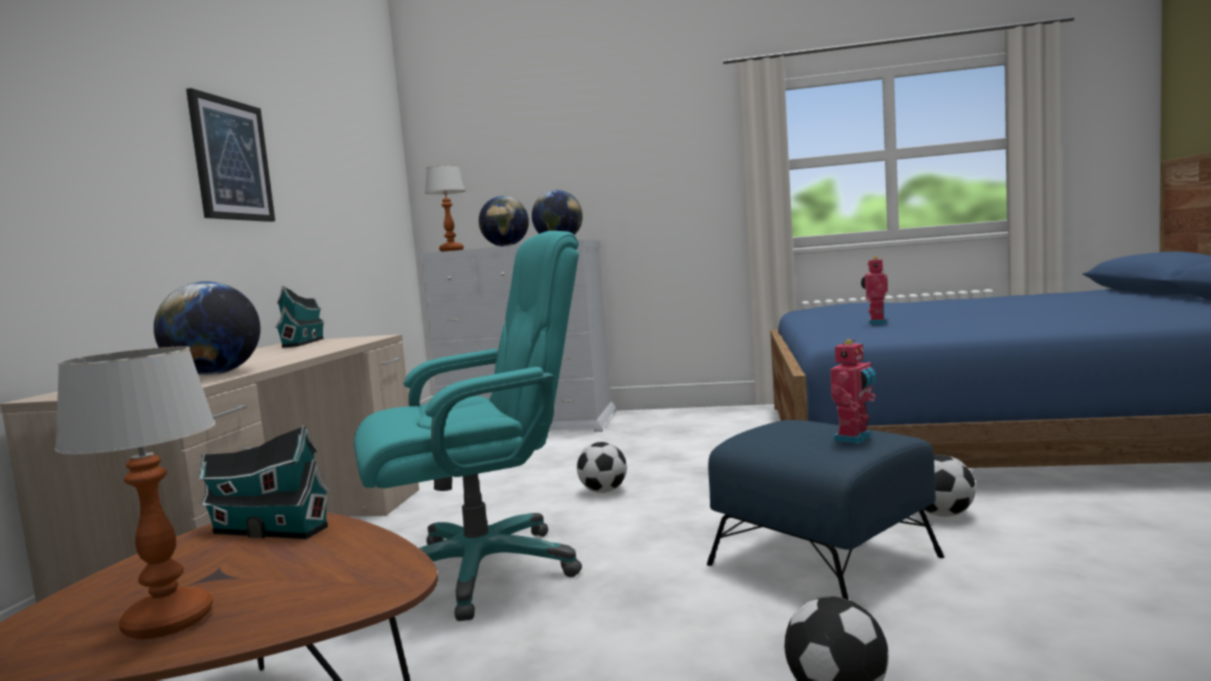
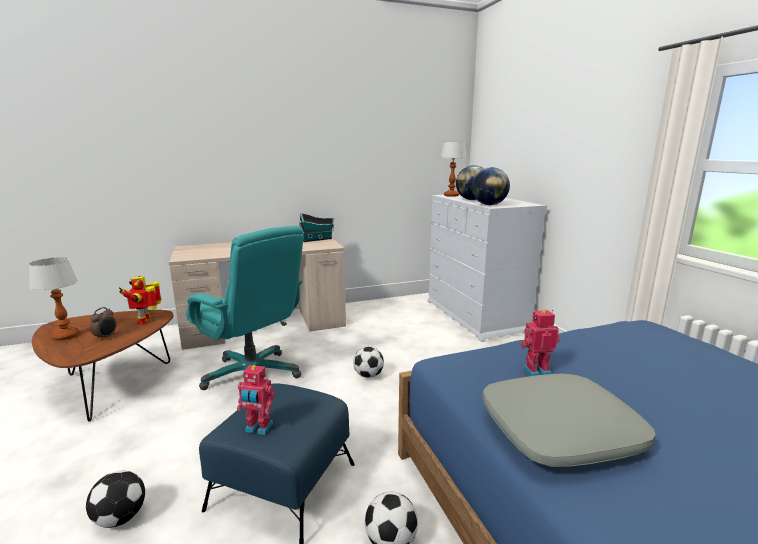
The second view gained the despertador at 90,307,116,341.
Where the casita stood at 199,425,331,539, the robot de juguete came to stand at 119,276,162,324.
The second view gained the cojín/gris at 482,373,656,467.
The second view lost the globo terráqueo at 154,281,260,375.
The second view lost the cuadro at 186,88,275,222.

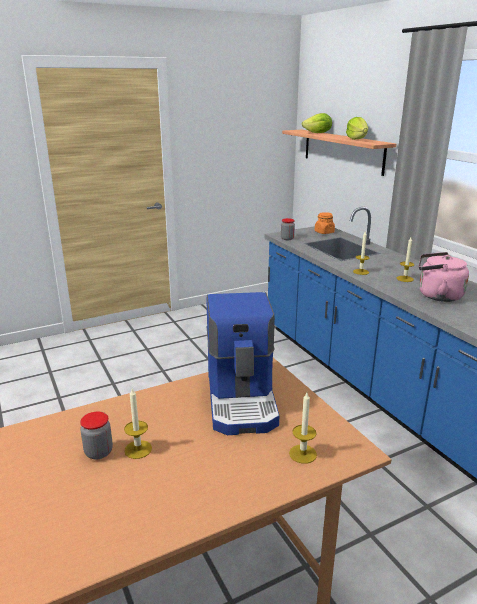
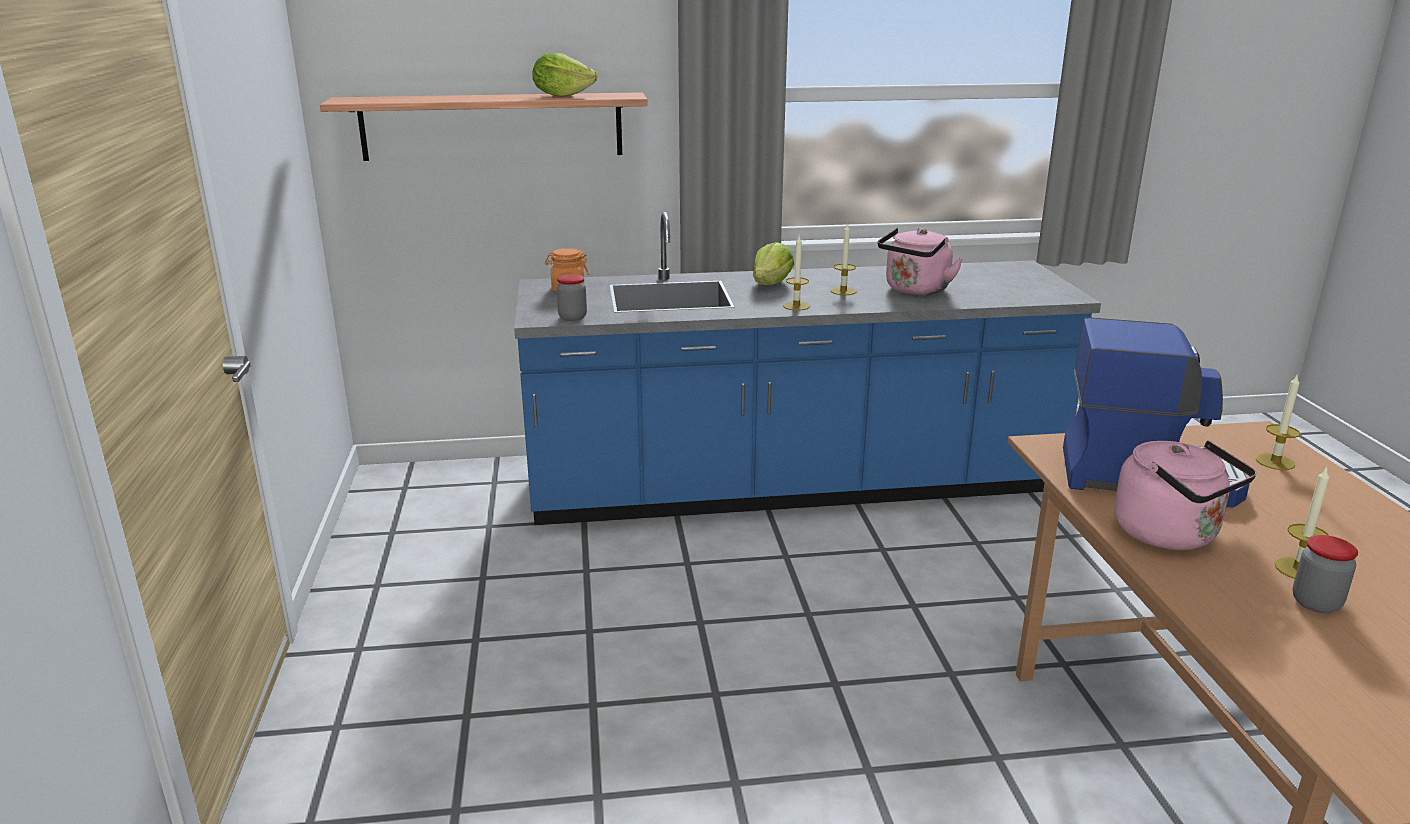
The lechuga ended up elsewhere, having gone from 302,113,332,133 to 753,242,794,285.
The second view gained the hervidor/rosa at 1114,440,1256,550.

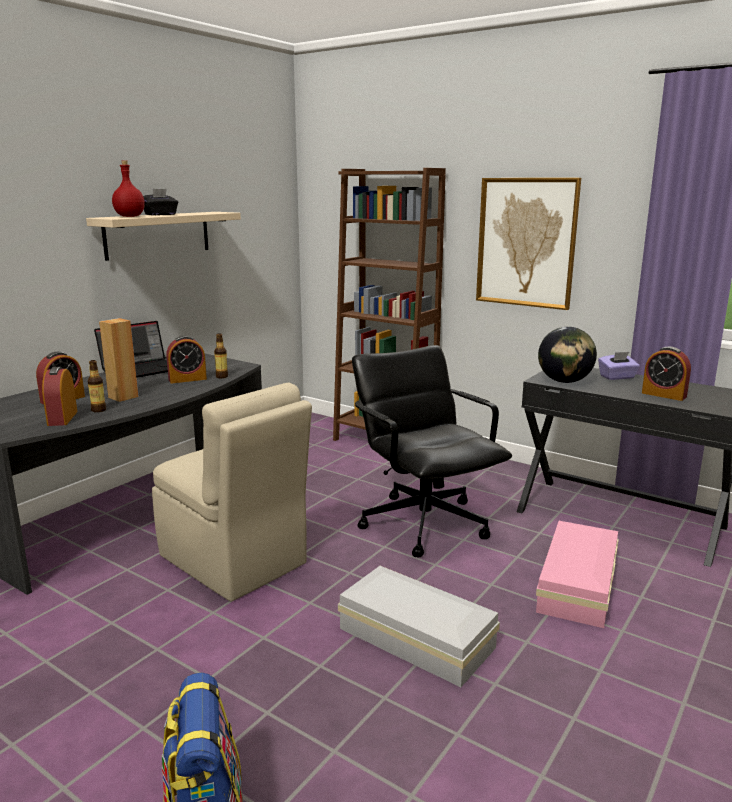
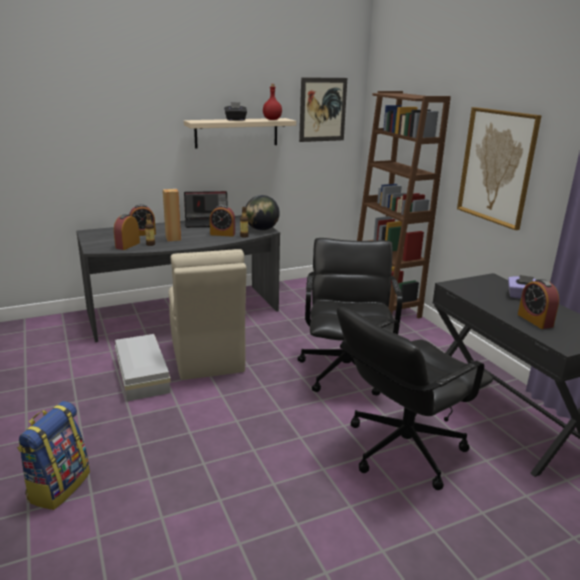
The caja de almacenaje/blanco ended up elsewhere, having gone from 338,566,500,687 to 115,334,171,401.
The globo terráqueo ended up elsewhere, having gone from 538,327,597,383 to 246,195,280,230.
The botella/rojo ended up elsewhere, having gone from 112,160,145,217 to 263,84,282,120.
The second view gained the cuadro at 299,77,347,142.
Where the caja de almacenaje/rosa stood at 536,521,619,628, the silla de oficina/negro came to stand at 337,307,493,490.

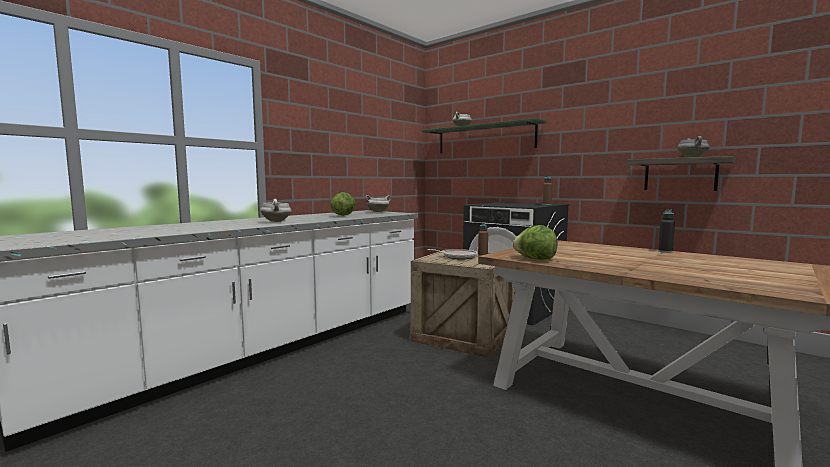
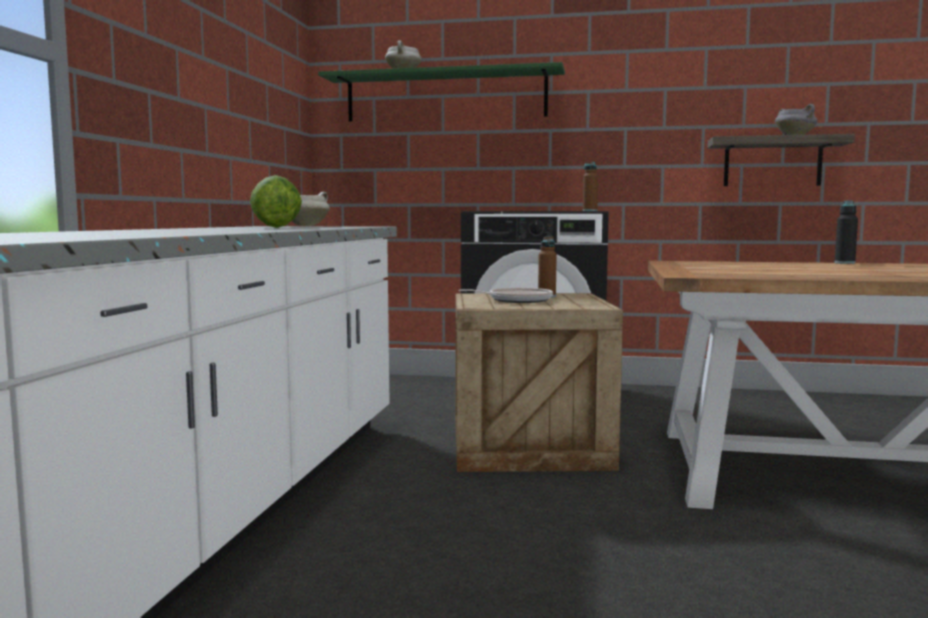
The second view lost the olla/blanco at 260,199,292,222.
The second view lost the lechuga at 513,225,557,260.

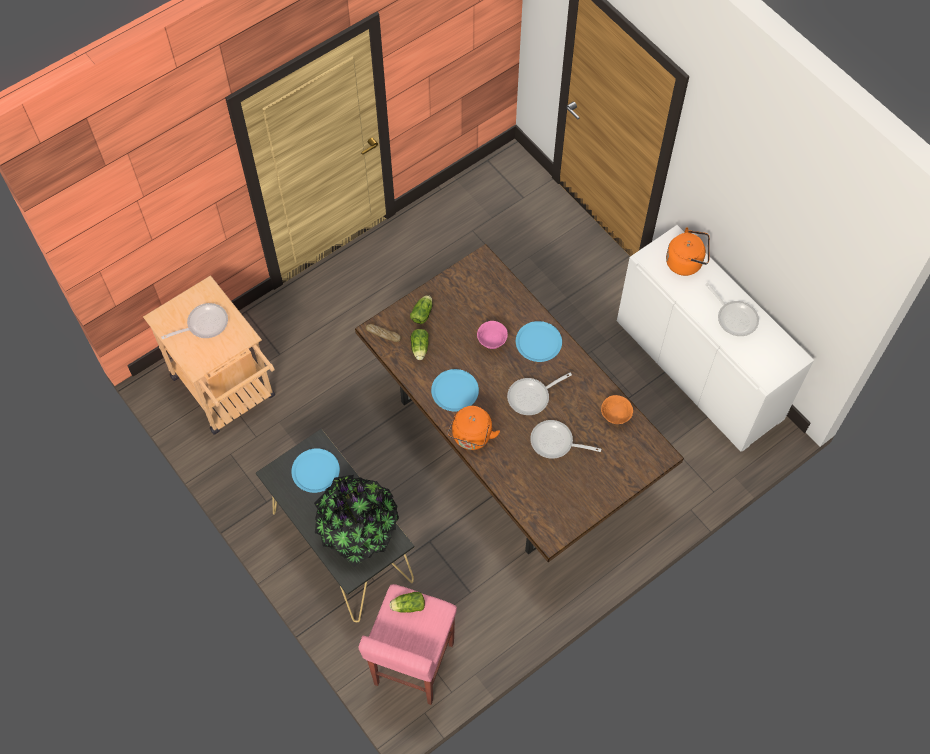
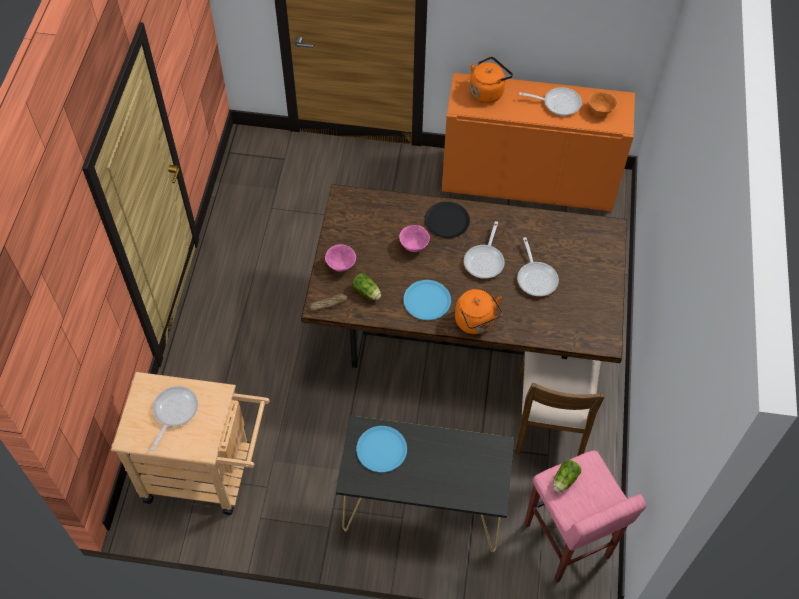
Where the lechuga stood at 410,295,433,324, the cuenco/rosa came to stand at 325,244,356,272.
What was the plato/azul at 516,321,562,362 turned into the plato/negro at 424,202,470,238.
What was the armario/blanco at 617,225,814,452 turned into the armario/naranja at 442,73,635,211.
The second view gained the silla/marrón at 515,351,605,456.
The sartén at 530,420,601,459 ended up facing another way, 75 degrees counterclockwise from before.
The cuenco/naranja ended up elsewhere, having gone from 601,395,633,424 to 588,91,617,116.
The second view lost the planta en maceta at 314,475,399,567.

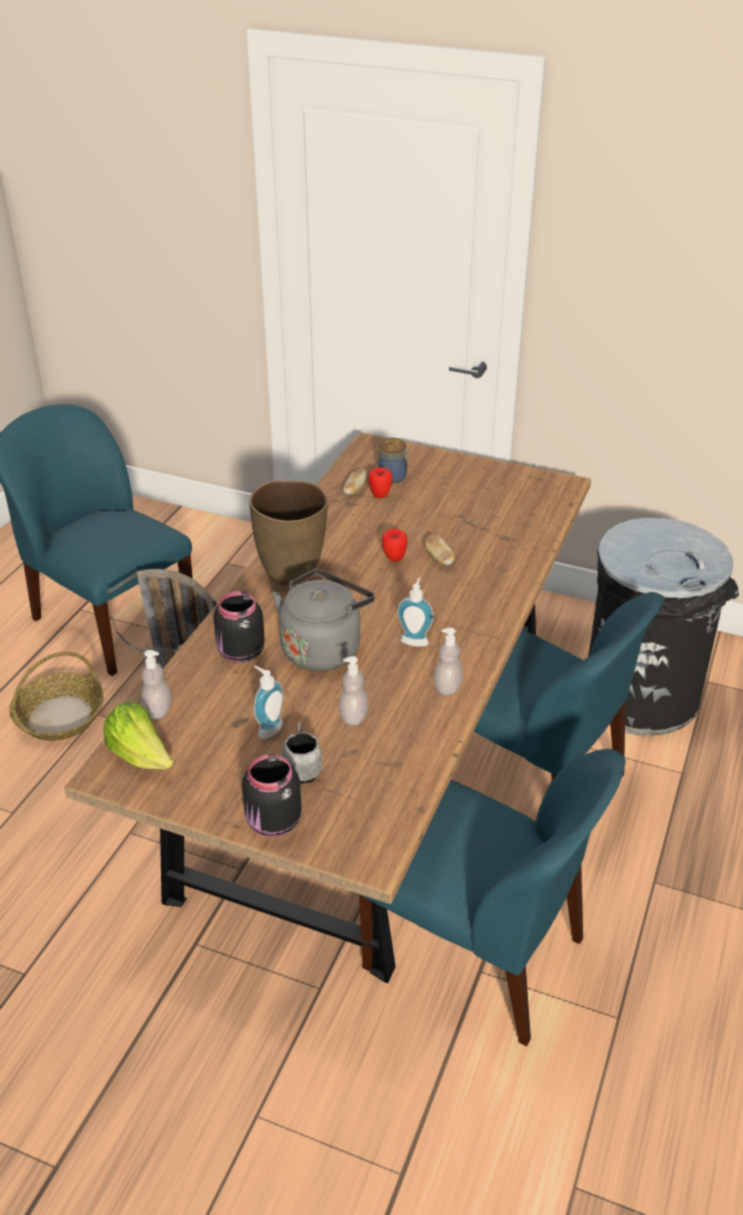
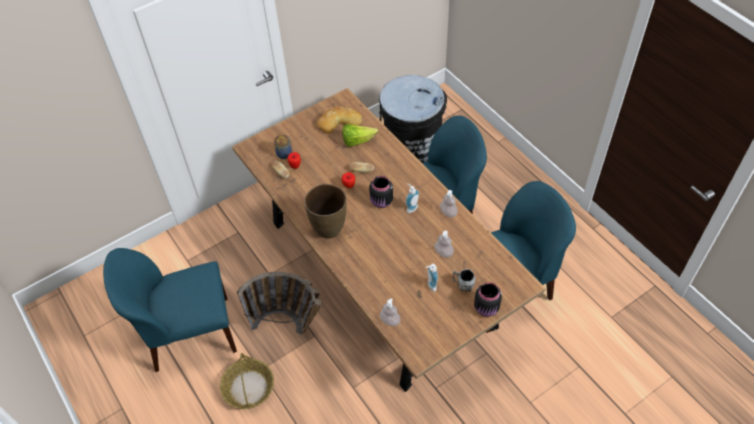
The second view gained the pan at 317,106,363,134.
The lechuga ended up elsewhere, having gone from 103,702,173,769 to 342,124,378,147.
The tarro/negro ended up elsewhere, having gone from 213,591,265,663 to 369,176,393,208.
The second view lost the hervidor/gris at 273,569,375,671.

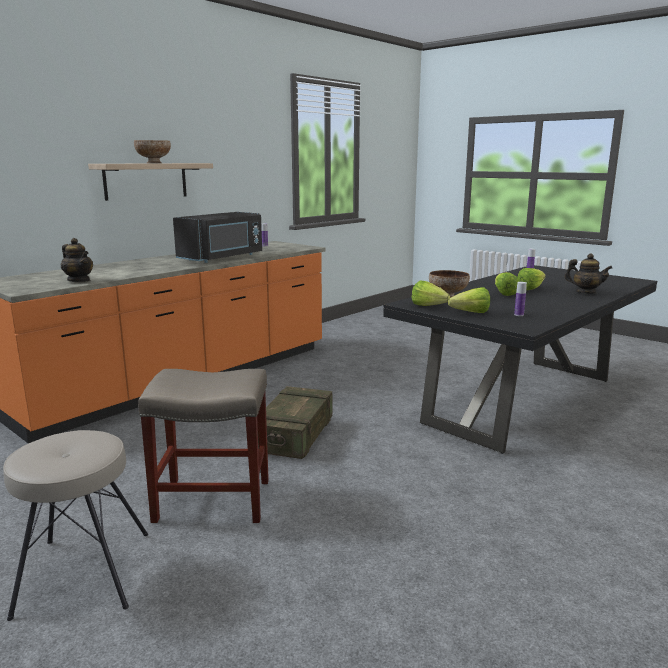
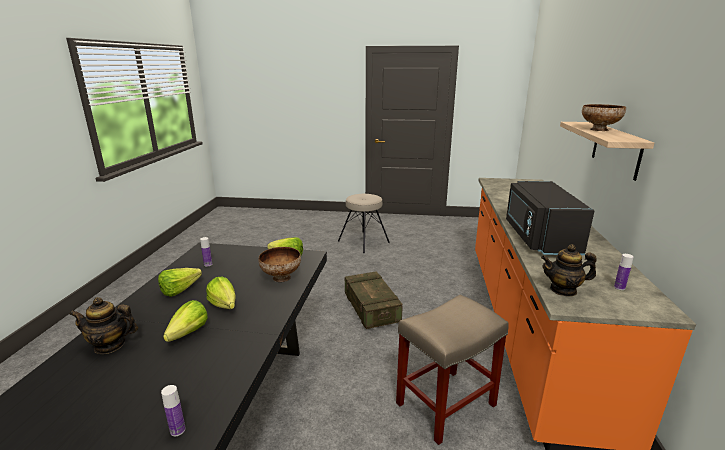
The lechuga ended up elsewhere, having gone from 448,287,490,313 to 158,268,202,297.
The taburete/beis ended up elsewhere, having gone from 138,369,269,523 to 396,295,509,445.
The tetera ended up elsewhere, having gone from 61,238,93,282 to 541,244,597,296.

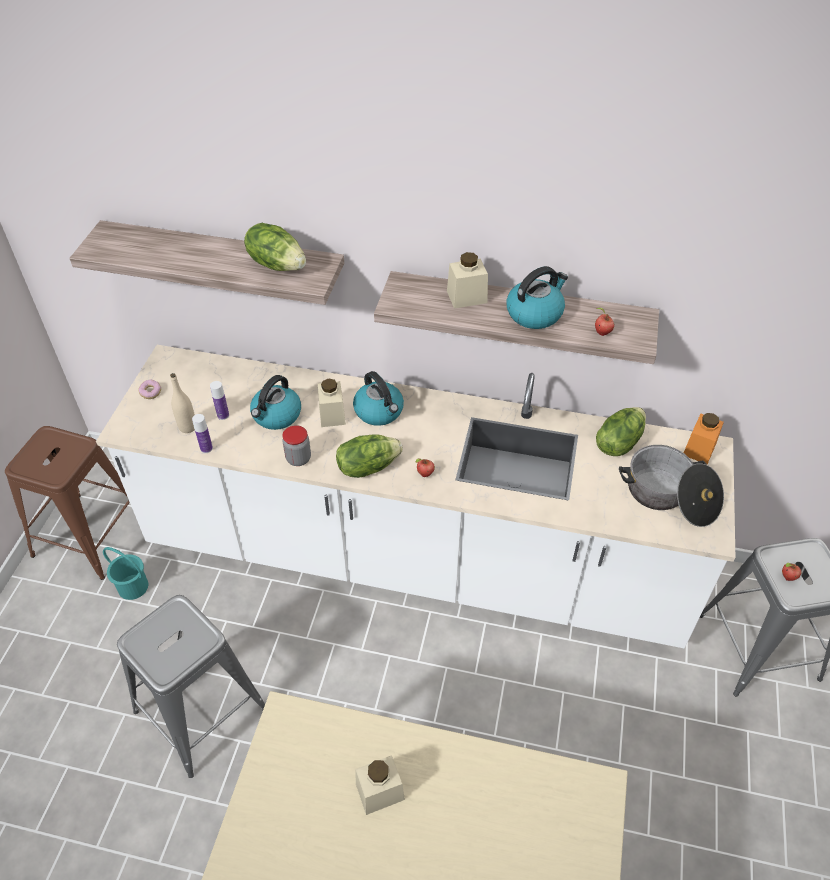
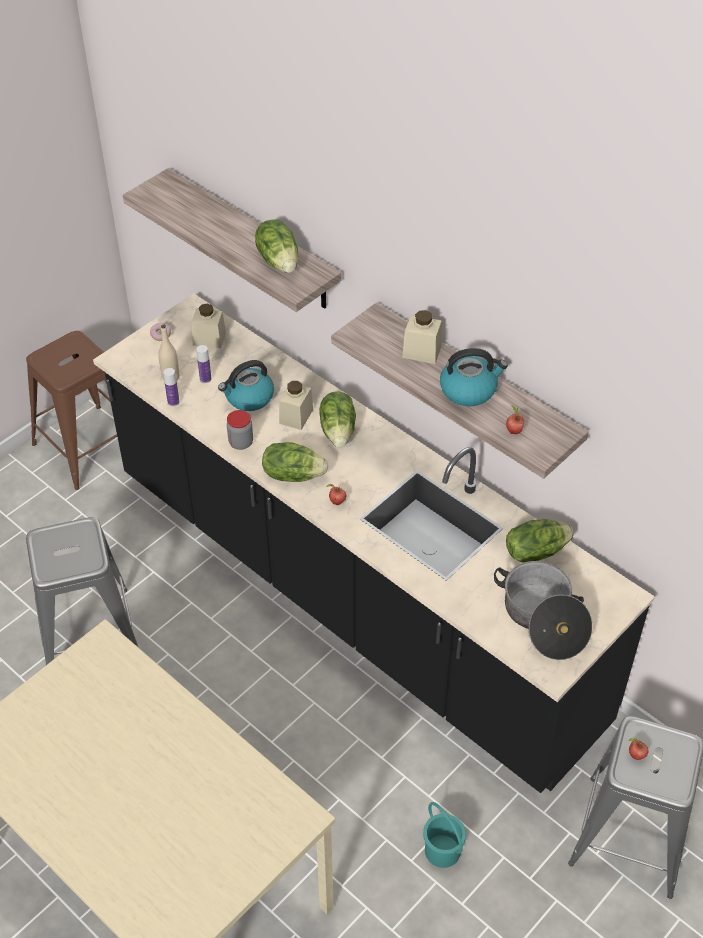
What was the mueble bajo de cocina/blanco at 96,345,735,648 turned into the mueble bajo de cocina/negro at 93,293,655,793.
The tarro/beis ended up elsewhere, having gone from 355,755,405,815 to 191,304,226,348.
Where the hervidor stood at 353,371,404,426, the lechuga came to stand at 319,391,356,448.
The cubo/turquesa ended up elsewhere, having gone from 103,547,148,600 to 423,802,466,868.
The second view lost the tarro/naranja at 684,413,724,464.

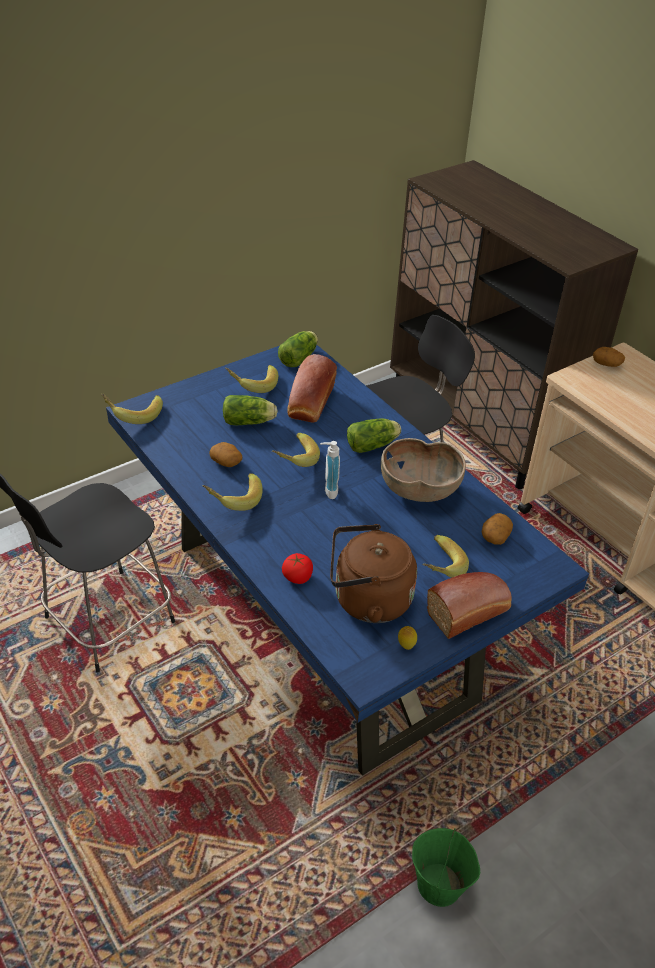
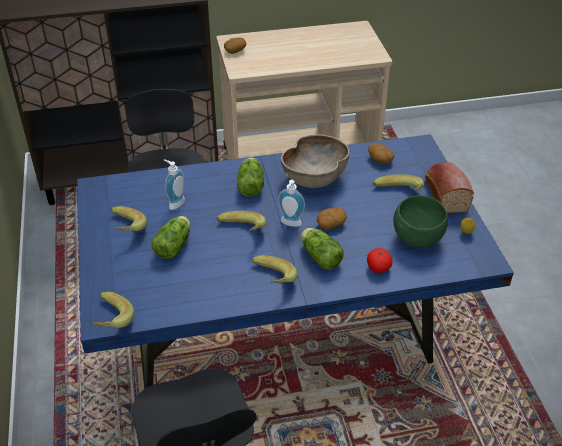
Where the pan stood at 287,354,337,423, the dispensador de jabón came to stand at 164,159,185,210.
The lechuga ended up elsewhere, having gone from 278,331,318,367 to 301,228,344,270.
The patata ended up elsewhere, having gone from 209,442,242,467 to 317,208,347,229.
Where the hervidor/marrón stood at 330,524,417,623, the cuenco/verde came to stand at 393,195,448,248.
The second view lost the cubo/verde at 412,828,480,907.

